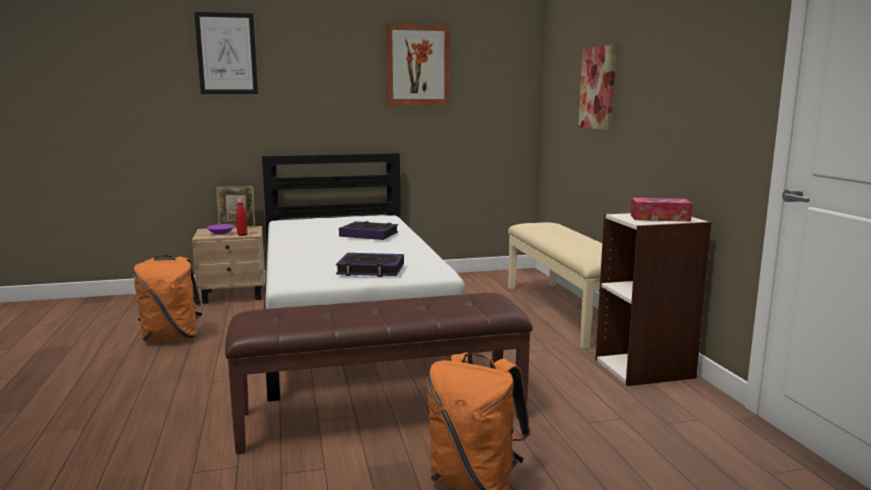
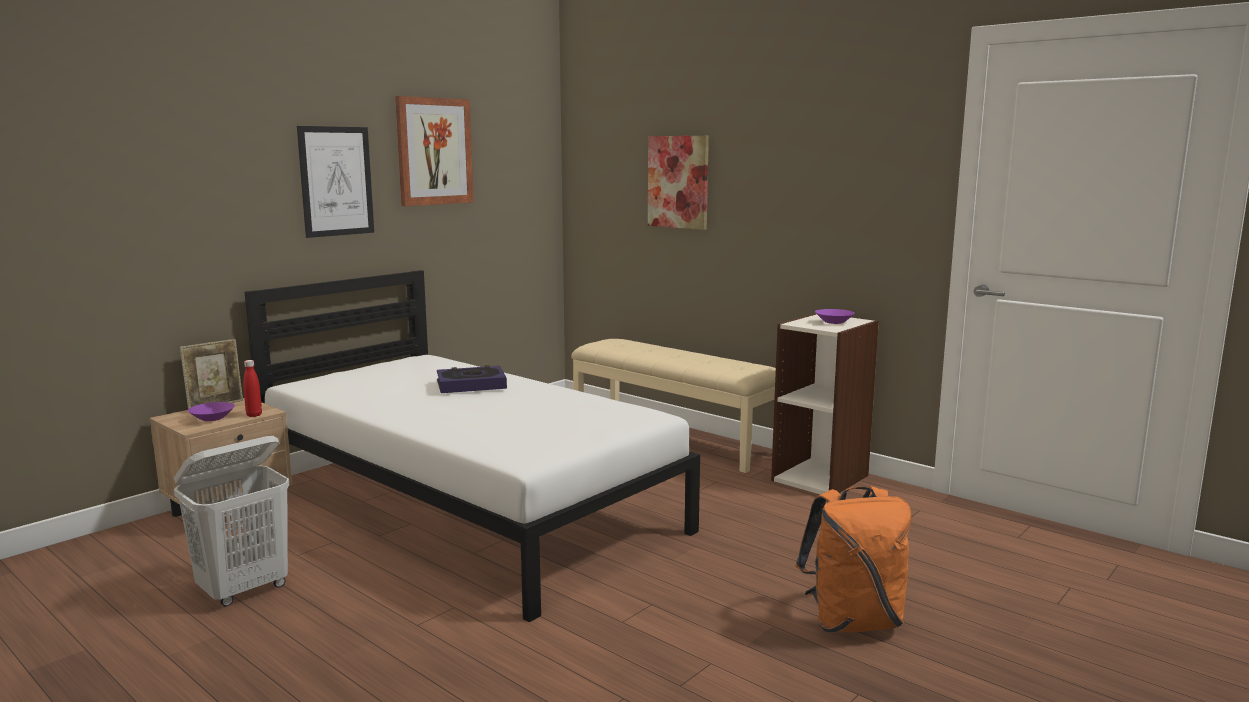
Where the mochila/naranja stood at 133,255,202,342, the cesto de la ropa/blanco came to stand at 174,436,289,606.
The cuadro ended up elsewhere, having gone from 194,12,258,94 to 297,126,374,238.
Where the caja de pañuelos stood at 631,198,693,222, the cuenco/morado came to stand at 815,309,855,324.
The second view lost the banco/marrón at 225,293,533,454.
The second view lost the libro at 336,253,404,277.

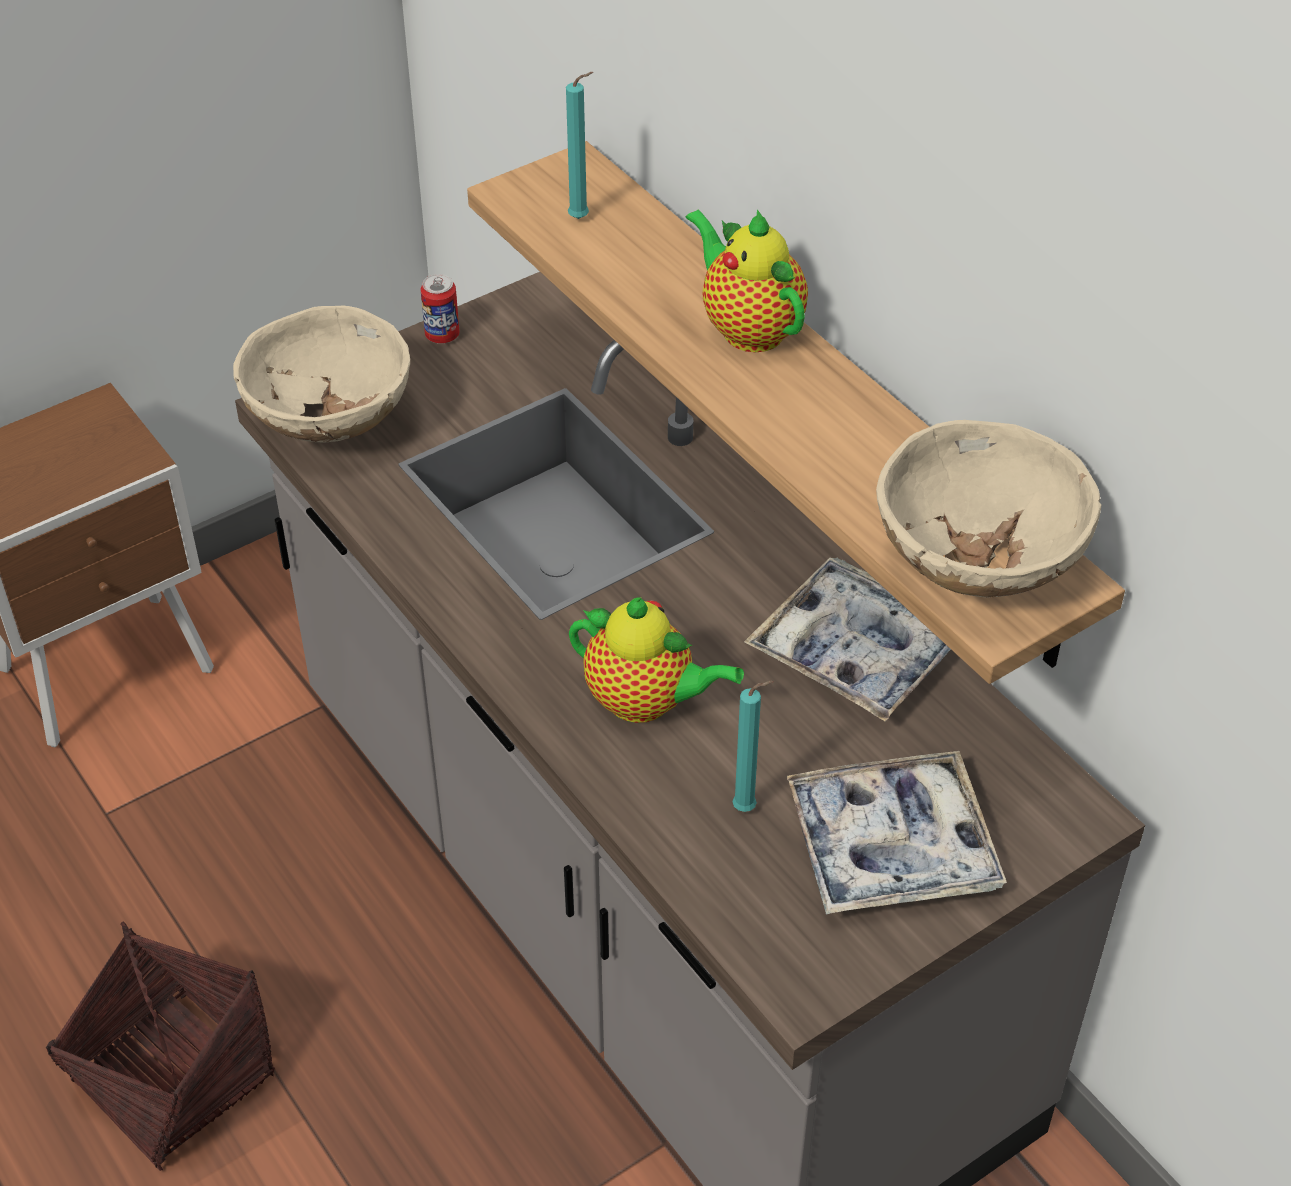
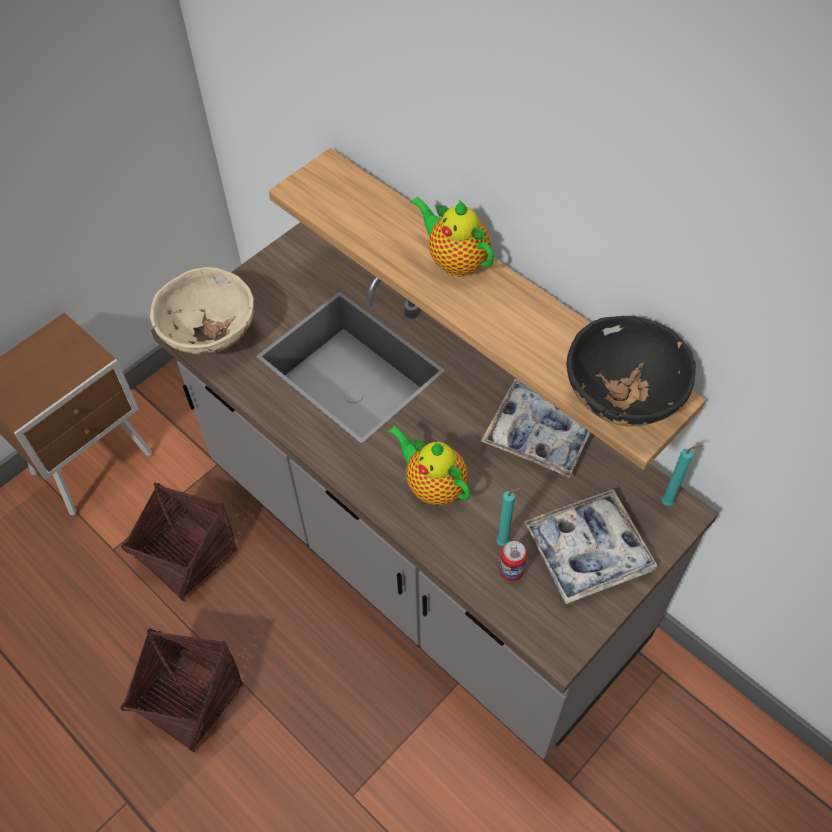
The second view gained the cesta at 121,482,237,601.
The tetera at 569,597,744,723 ended up facing another way, 150 degrees counterclockwise from before.
The lata ended up elsewhere, having gone from 420,274,459,344 to 499,541,527,582.
What was the cuenco/beis at 876,420,1101,598 turned into the cuenco/negro at 566,316,696,426.
The vela/turquesa ended up elsewhere, having gone from 566,72,593,219 to 662,445,701,506.

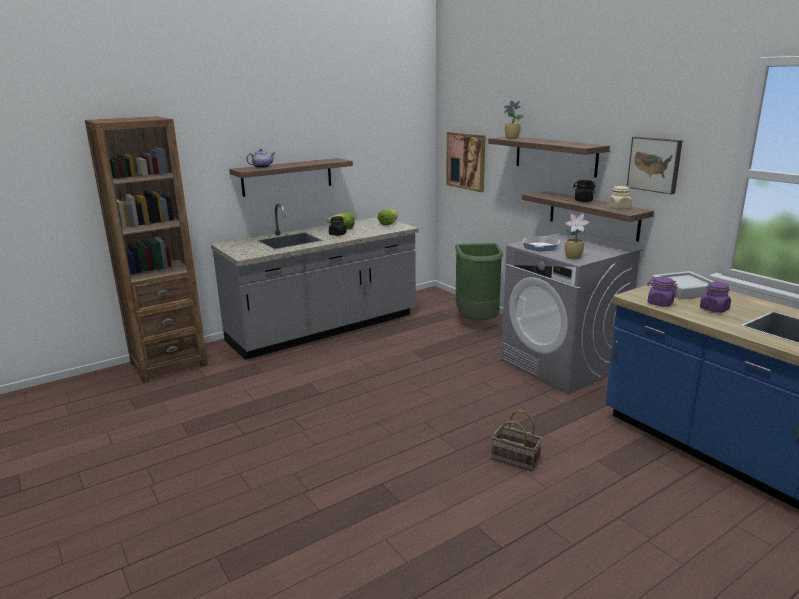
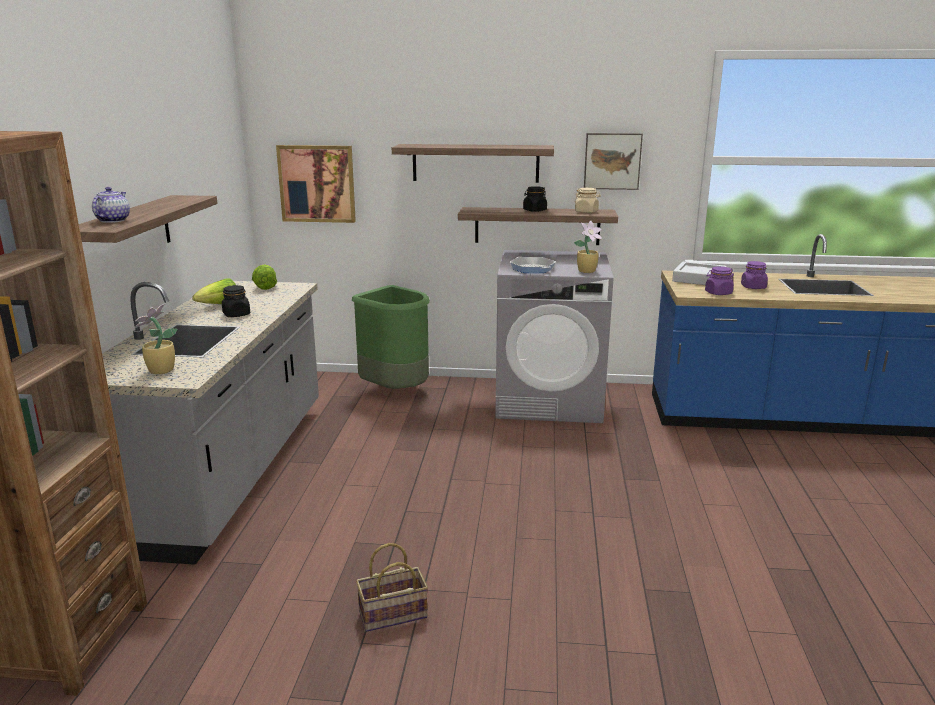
The planta en maceta ended up elsewhere, having gone from 503,100,524,139 to 135,304,177,374.
The cesta ended up elsewhere, having gone from 491,410,542,471 to 356,543,428,632.

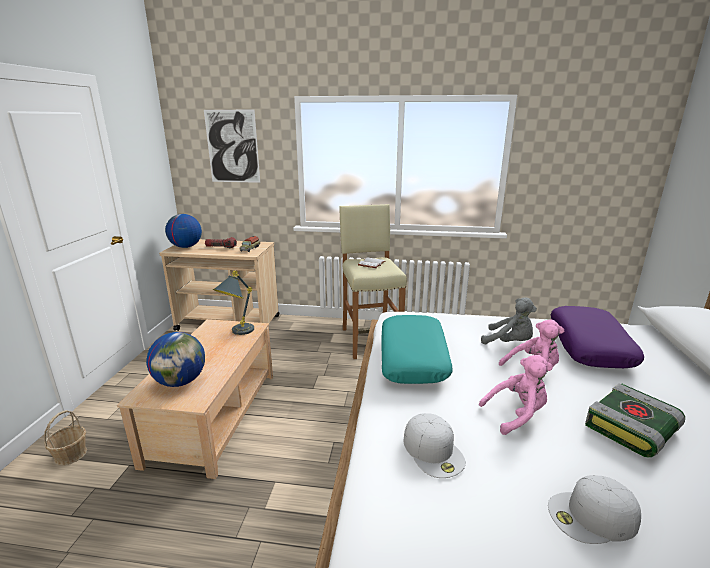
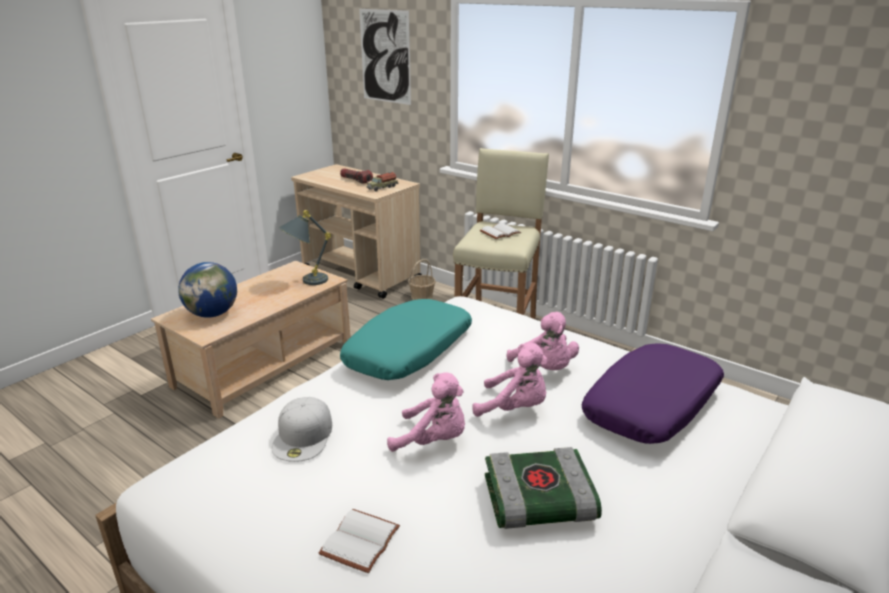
Where the gorra/blanco stood at 548,475,641,544, the libro/blanco came to stand at 318,509,400,573.
The cesta ended up elsewhere, having gone from 44,410,87,466 to 408,259,436,300.
What was the peluche/gris at 481,298,537,344 turned into the peluche/rosa at 507,312,579,370.
The second view lost the globo terráqueo at 165,214,202,248.

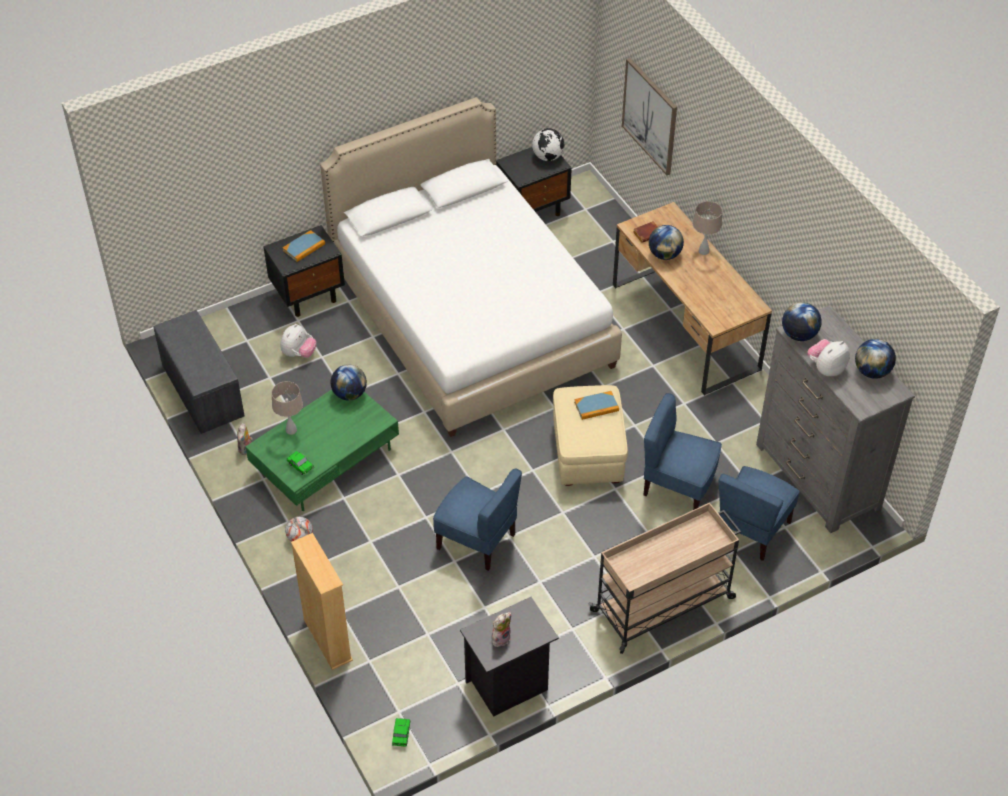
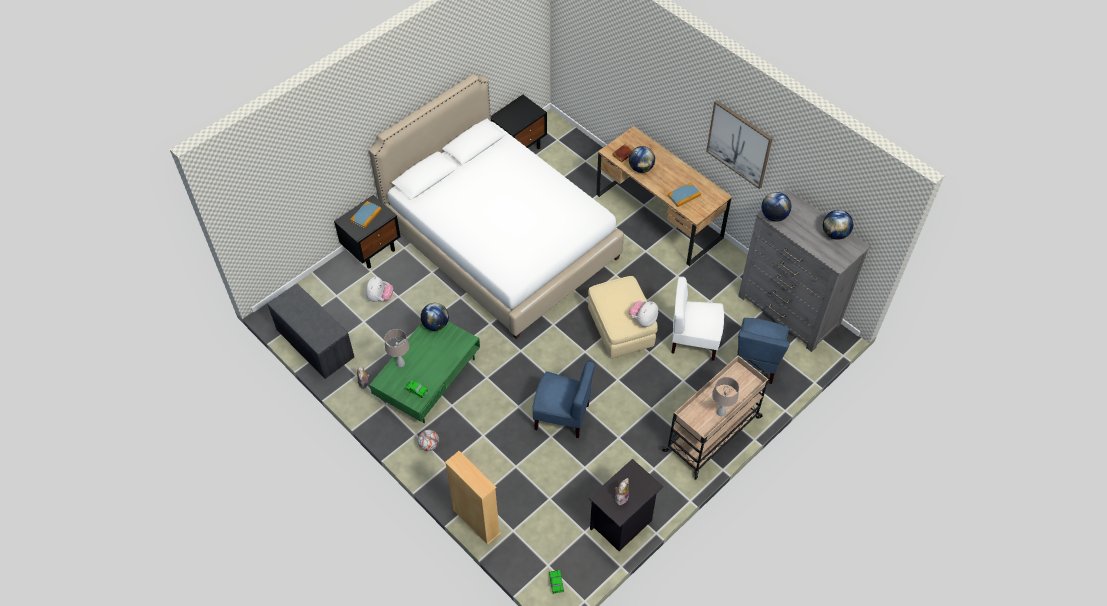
The peluche ended up elsewhere, having gone from 807,339,850,376 to 629,301,658,327.
The libro ended up elsewhere, having gone from 574,391,619,420 to 668,182,701,207.
What was the silla/azul at 644,393,722,510 turned into the silla/blanco at 672,276,724,361.
The cuadro ended up elsewhere, having gone from 622,58,677,175 to 706,100,773,189.
The lámpara de mesa/beis ended up elsewhere, having gone from 693,201,722,255 to 712,377,739,416.
The second view lost the globo terráqueo at 532,128,564,161.

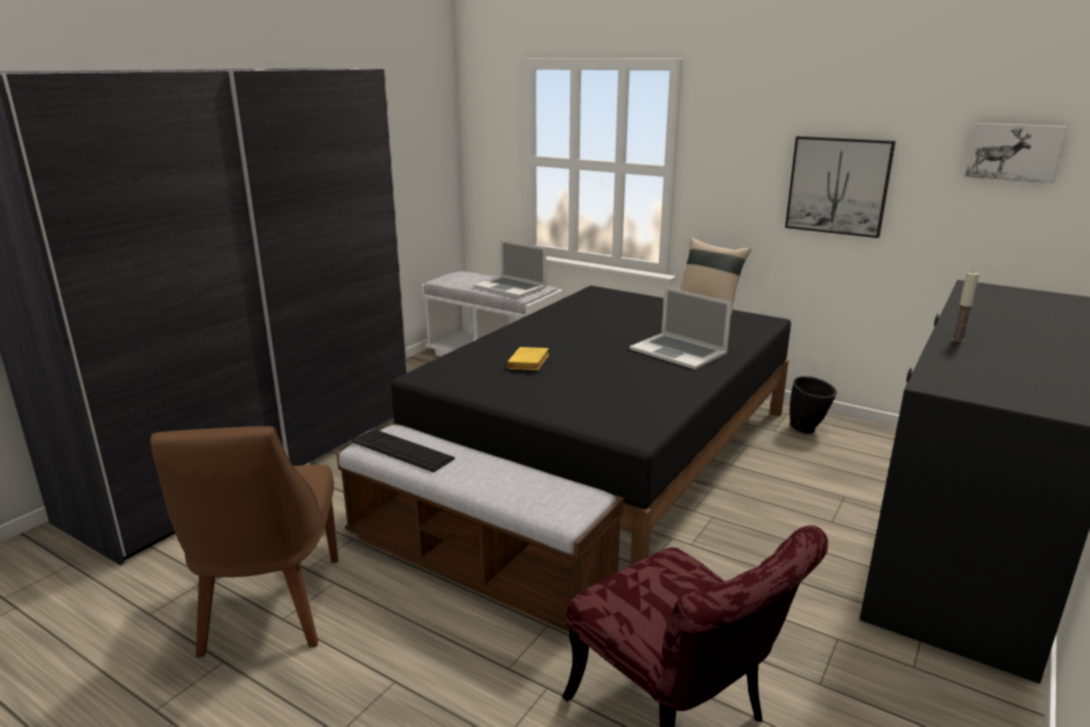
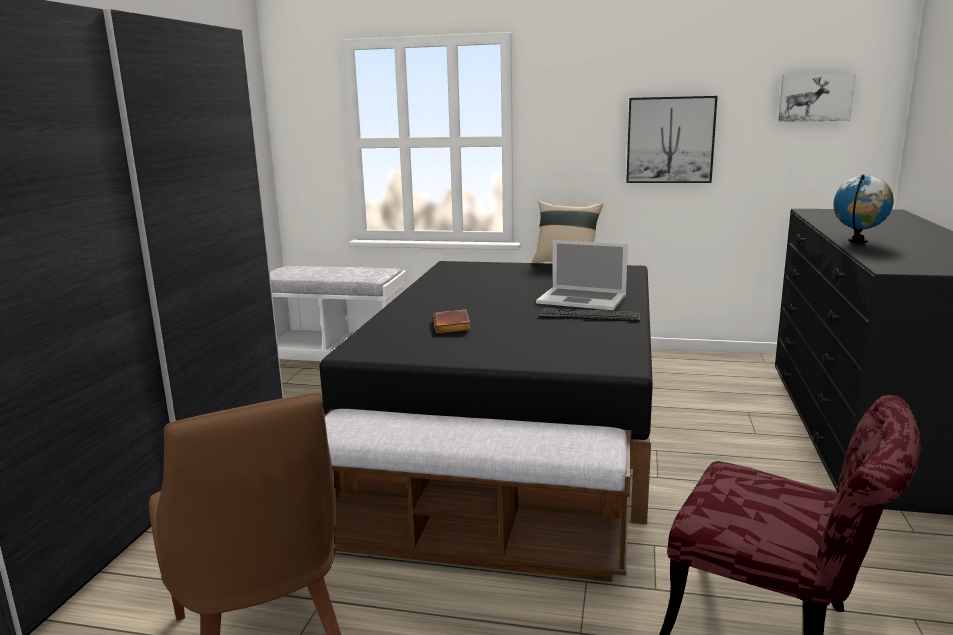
What was the libro/amarillo at 506,347,549,370 turned into the libro/marrón at 433,310,471,334.
The teclado ended up elsewhere, having gone from 351,429,455,472 to 539,308,640,322.
Where the vela stood at 952,271,979,342, the globo terráqueo came to stand at 833,174,894,243.
The second view lost the portátil at 474,240,546,297.
The second view lost the florero/negro at 790,376,837,434.

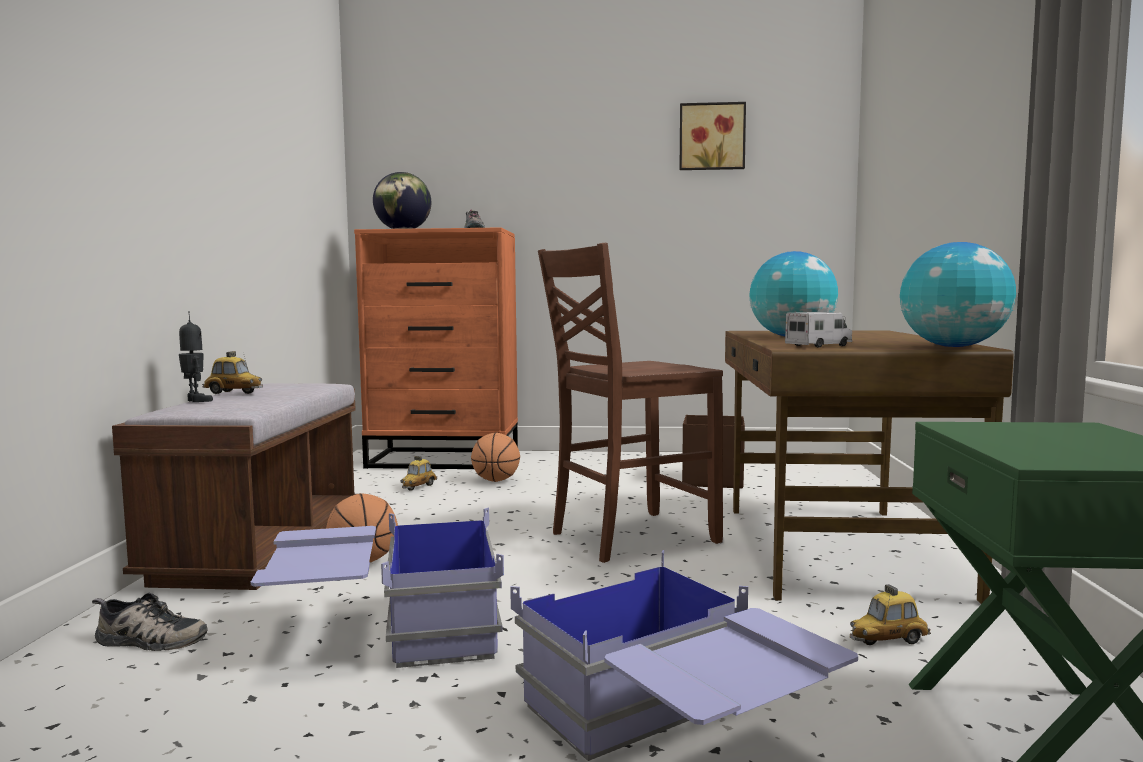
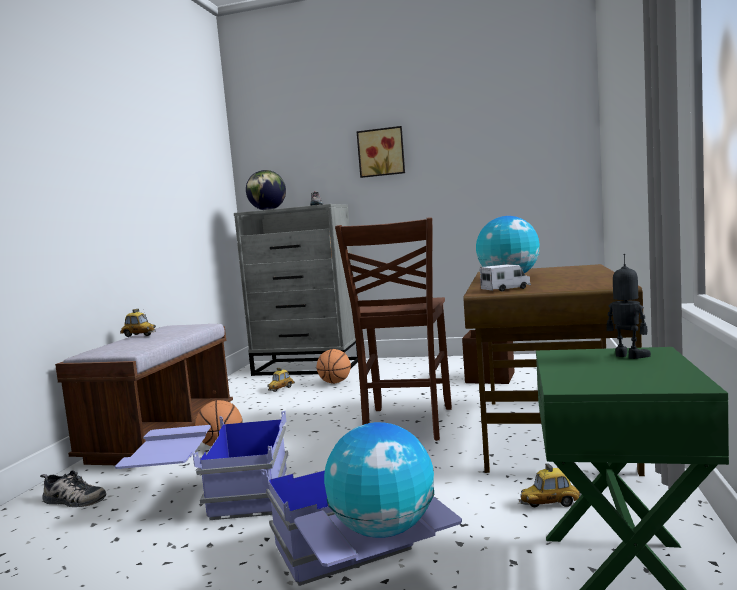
What was the cómoda/naranja at 354,227,518,469 turned into the cómoda/gris at 234,204,358,376.
The globo terráqueo ended up elsewhere, having gone from 900,242,1016,347 to 324,422,434,538.
The silla/marrón at 538,243,723,563 ended up facing another way, 60 degrees counterclockwise from before.
The cuadro ended up elsewhere, having gone from 679,102,746,170 to 357,126,405,178.
The robot de juguete ended up elsewhere, having gone from 179,311,213,402 to 607,254,651,359.

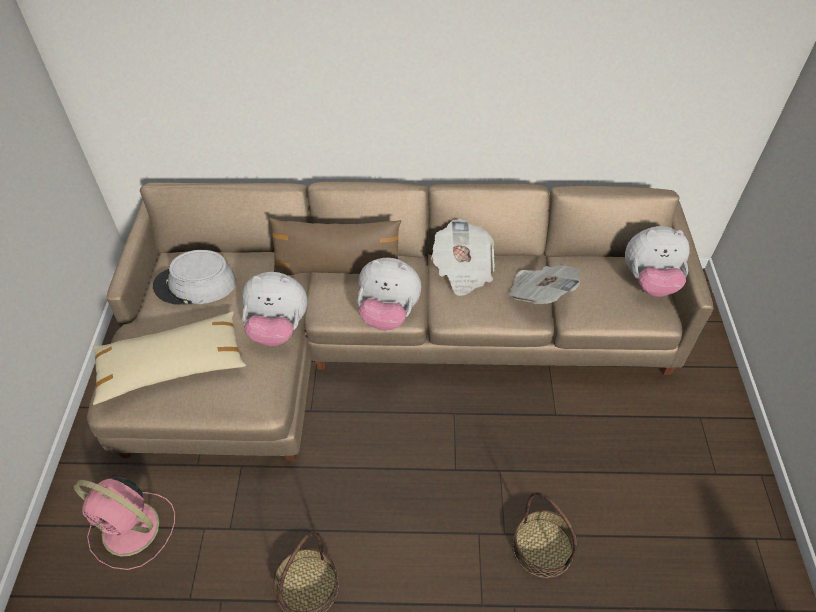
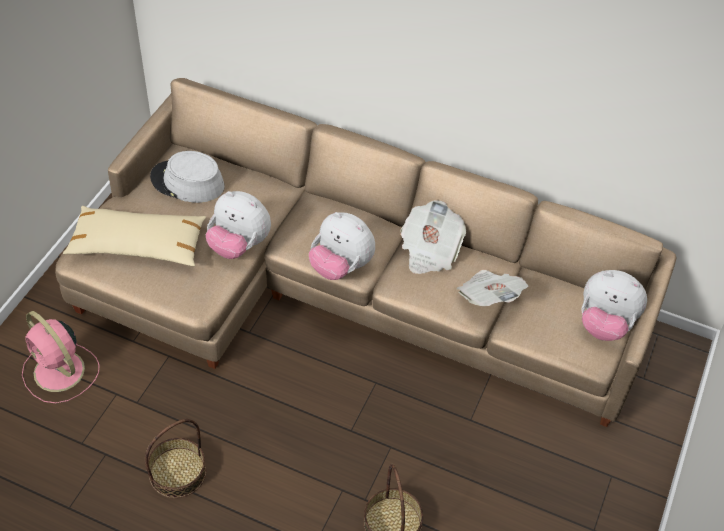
The second view lost the cojín/marrón at 269,218,401,275.

